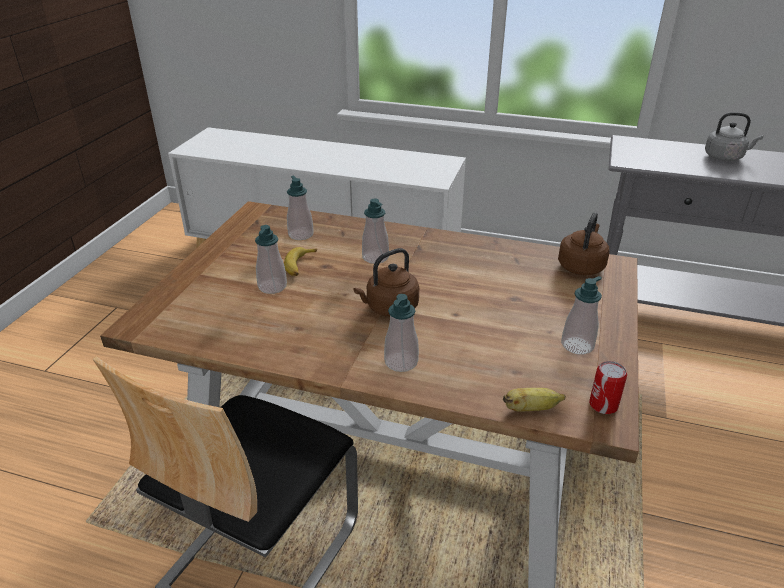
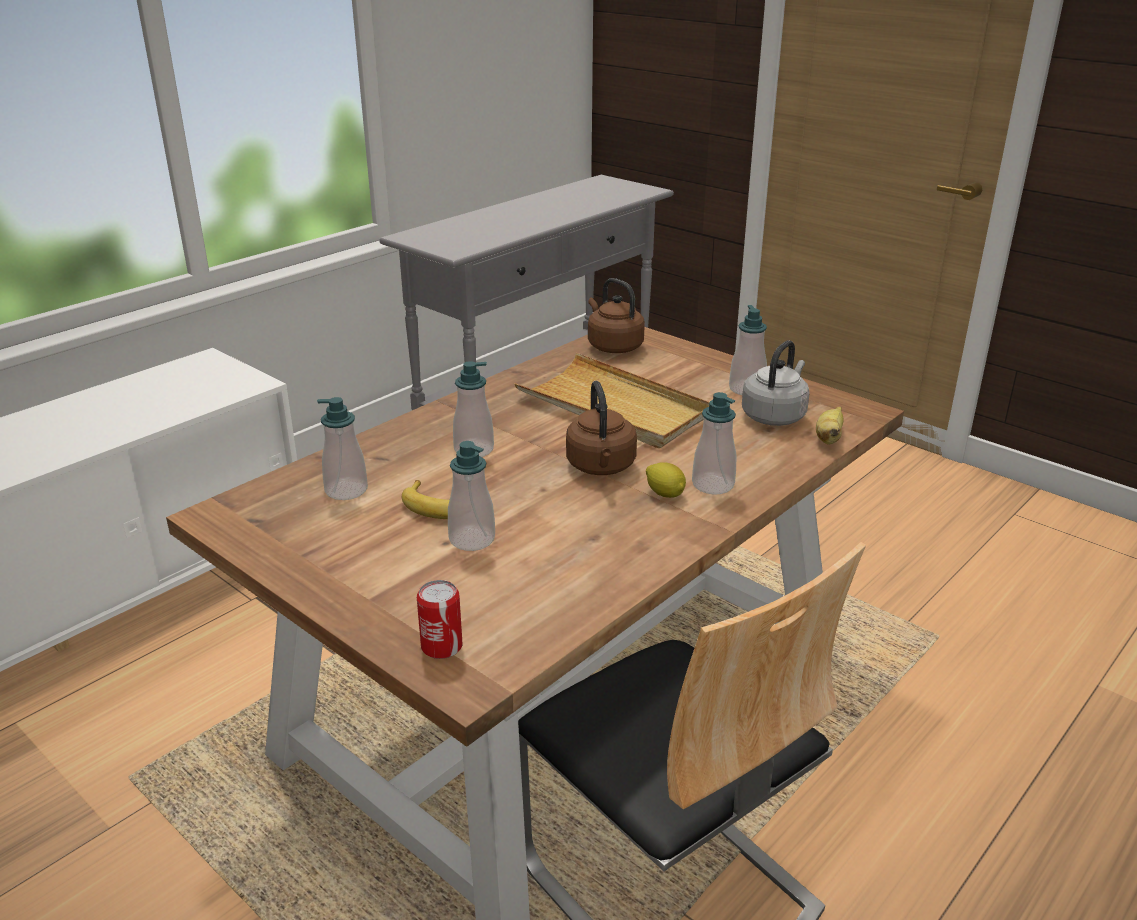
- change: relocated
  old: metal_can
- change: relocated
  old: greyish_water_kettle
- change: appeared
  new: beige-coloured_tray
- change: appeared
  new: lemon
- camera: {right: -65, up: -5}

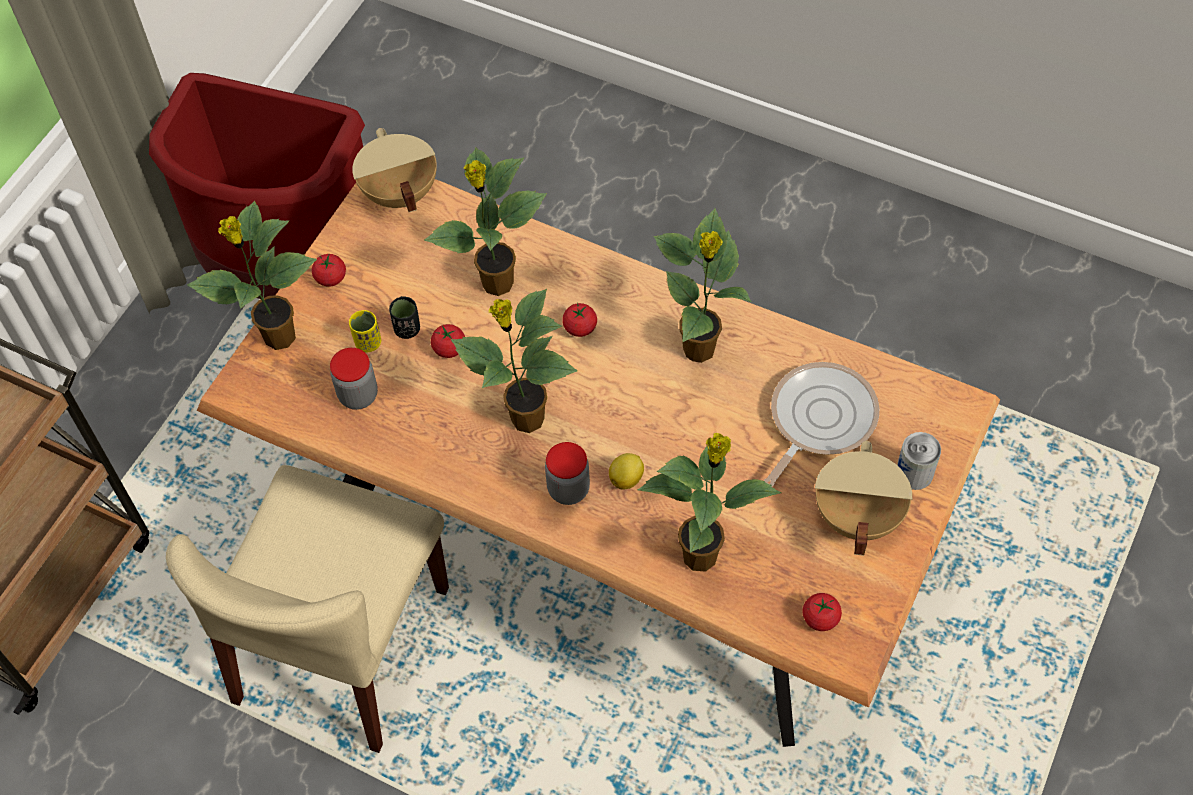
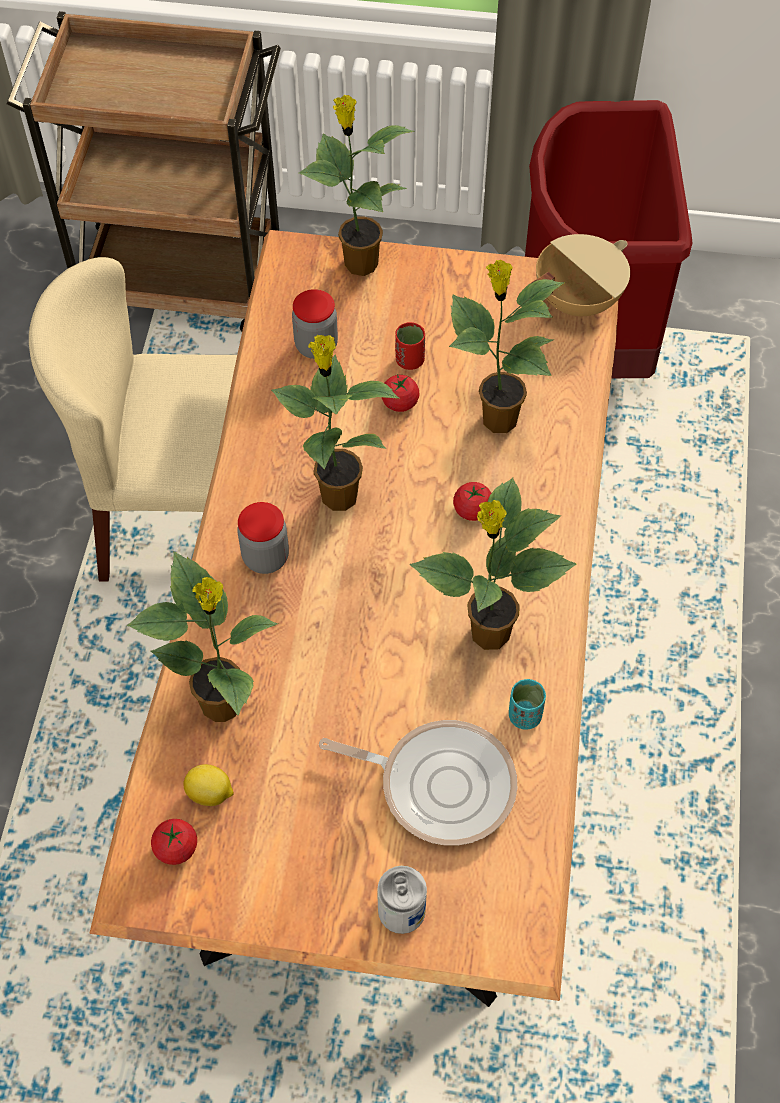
- change: missing
  old: fresh_tomato (no. 1 from left)
- change: missing
  old: yellow-coloured_small_cup
- change: colour
  old: black_small_cup
  new: reddish_small_cup
- change: relocated
  old: lemon
- change: missing
  old: beige-coloured_cooking_pot (no. 2 from left)
- change: appeared
  new: turquoise_small_cup
- camera: {right: 70, up: 0}

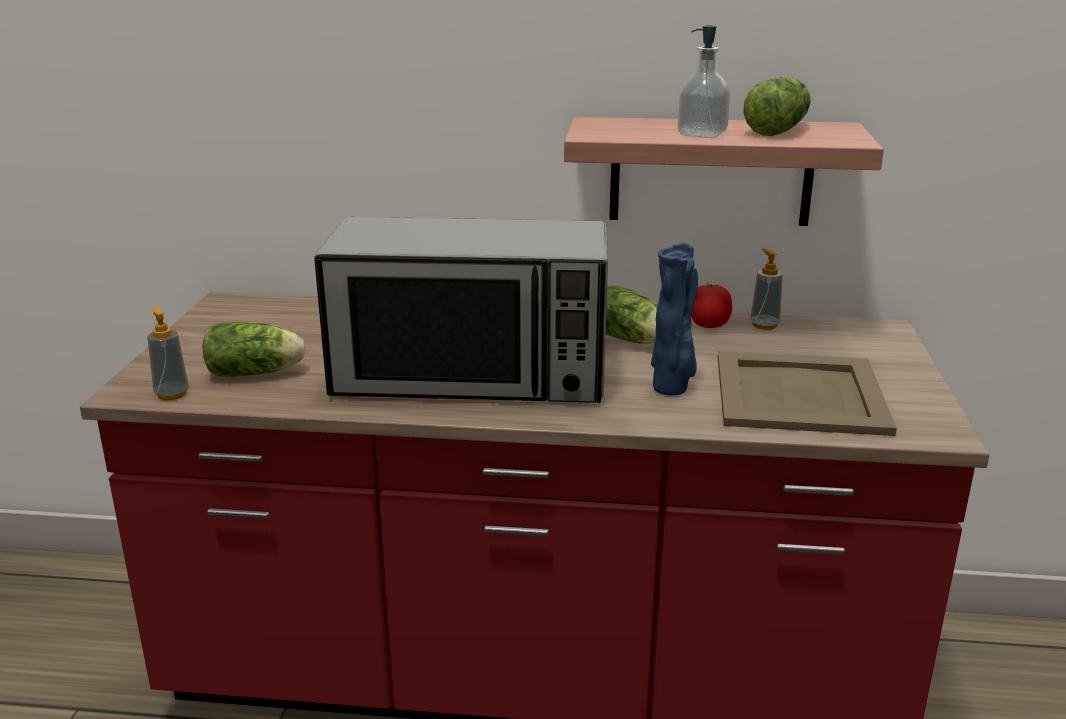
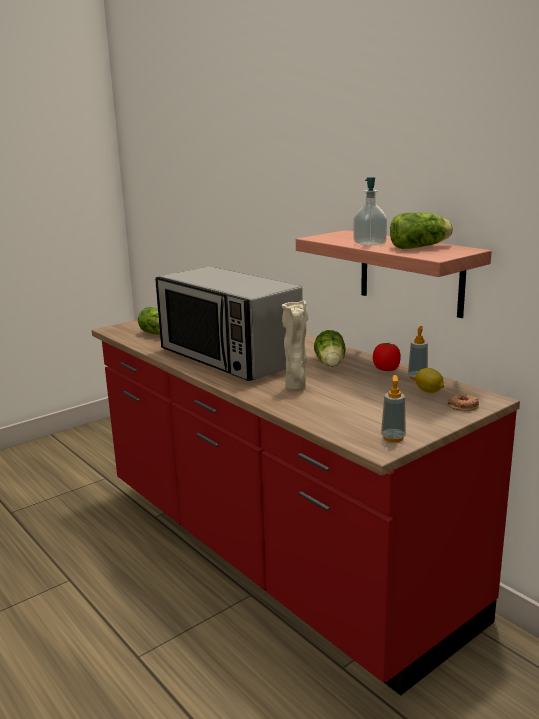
- change: relocated
  old: soap_dispenser (no. 1 from left in the first image)
  new: soap_dispenser (no. 2 from left)
- change: colour
  old: blue_decorative_vase
  new: beige-coloured_decorative_vase
- change: missing
  old: beige-coloured_tray
- change: appeared
  new: lemon
- change: appeared
  new: doughnut
- camera: {right: 45, up: -5}

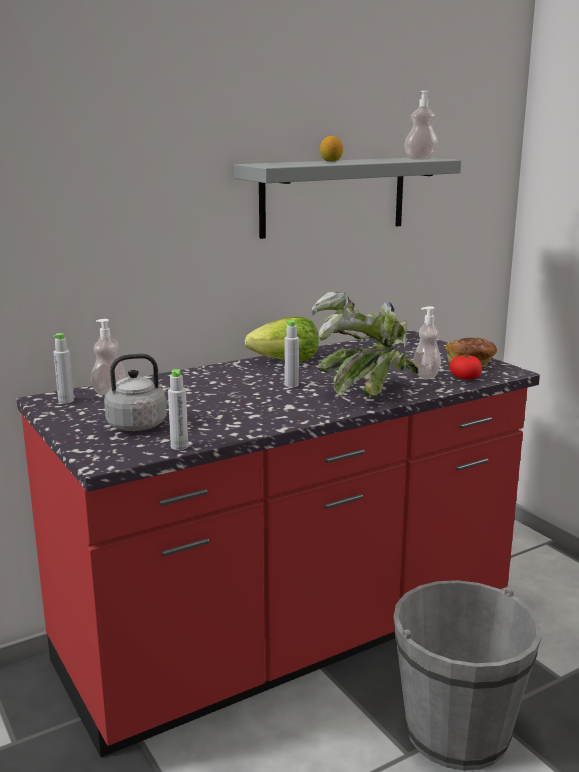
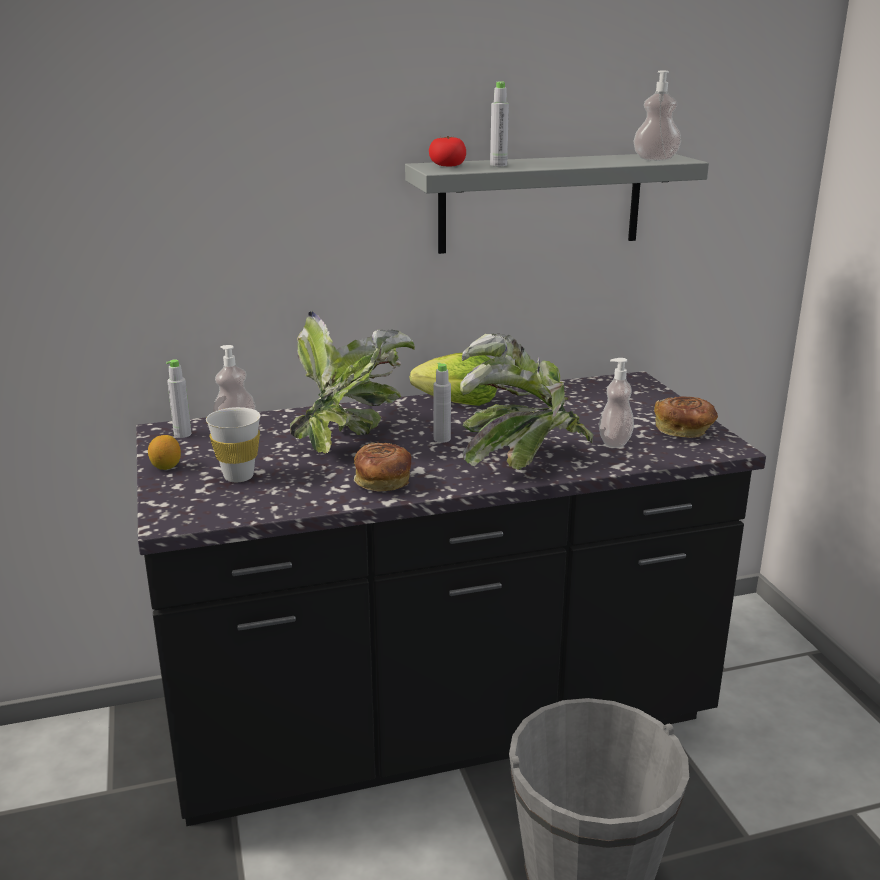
- change: colour
  old: reddish_kitchen_base_unit
  new: black_kitchen_base_unit
- change: exchanged
  old: greyish_water_kettle
  new: white_small_cup
- change: relocated
  old: greyish_drink_bottle (no. 2 from left in the first image)
  new: greyish_drink_bottle (no. 3 from left)
- change: relocated
  old: lemon
- change: relocated
  old: fresh_tomato
- change: appeared
  new: potted_plant (no. 1 from left)
- change: appeared
  new: bread (no. 1 from left)
- camera: {right: 15, up: 5}

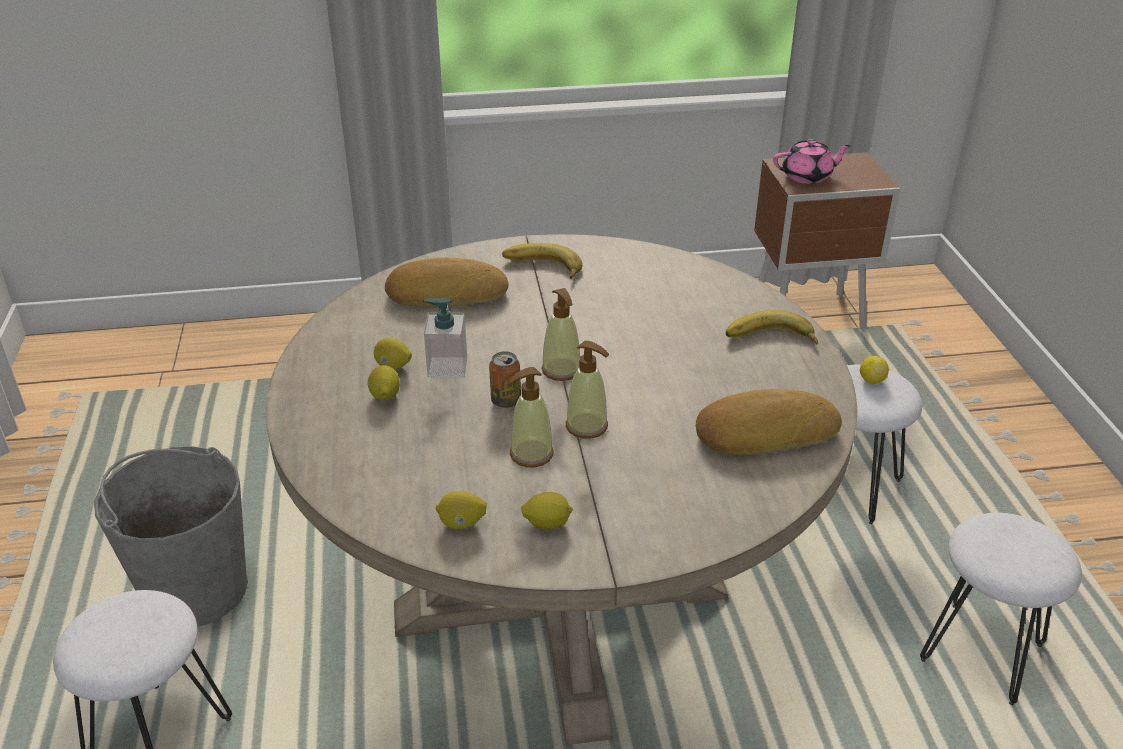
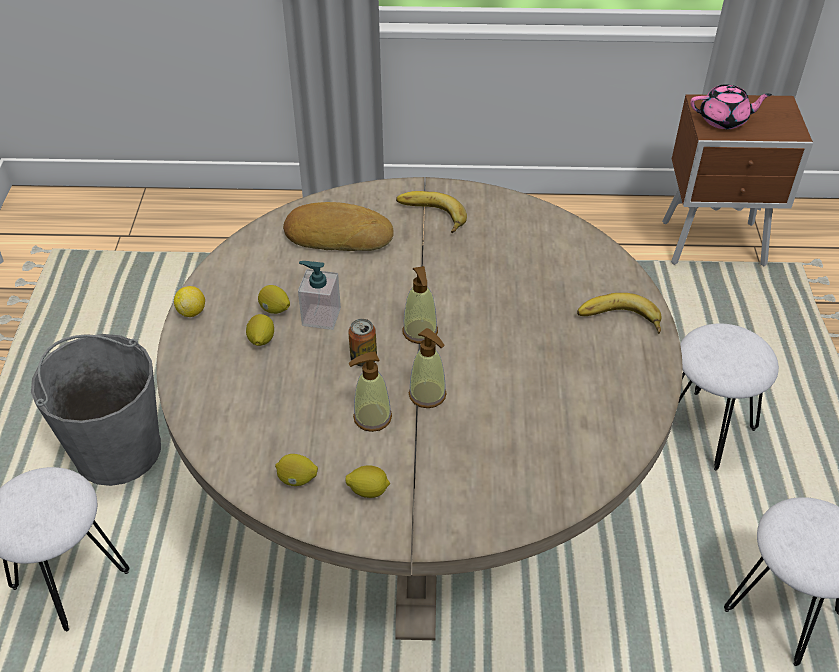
- change: missing
  old: bread (no. 2 from left)
- change: relocated
  old: lemon (no. 5 from left in the first image)
  new: lemon (no. 1 from left)
- camera: {right: 10, up: 10}

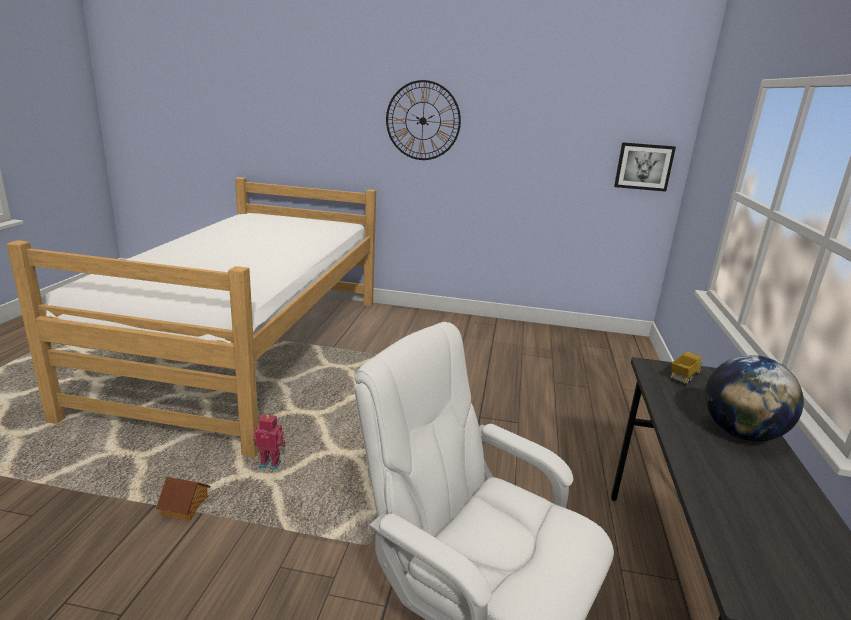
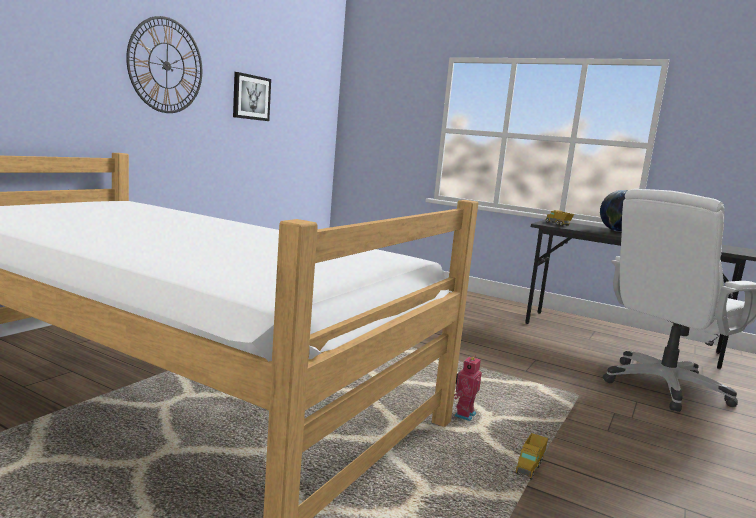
- change: exchanged
  old: miniature_house
  new: toy_truck (no. 1 from left)
- change: relocated
  old: picture
- camera: {right: -70, up: -10}

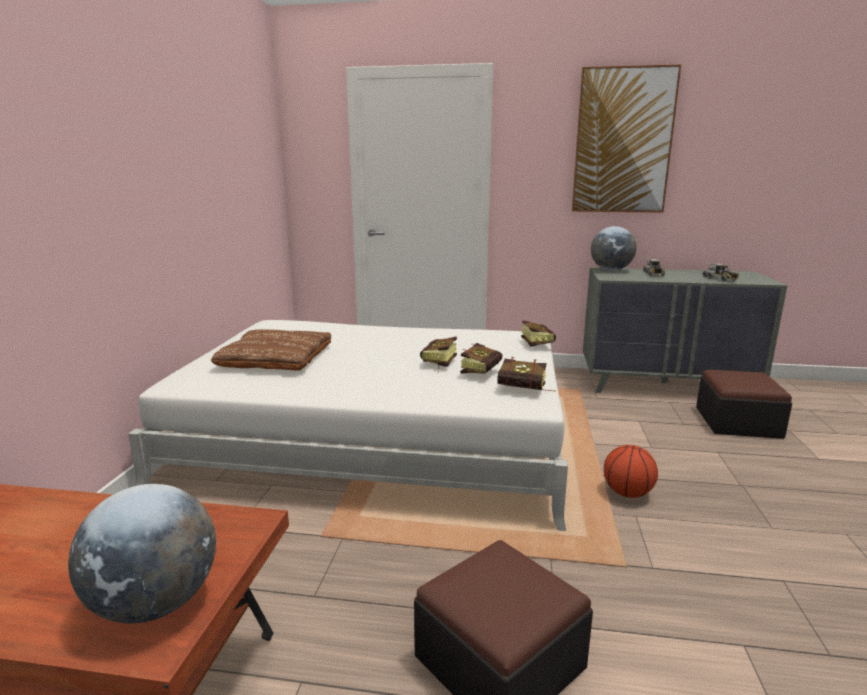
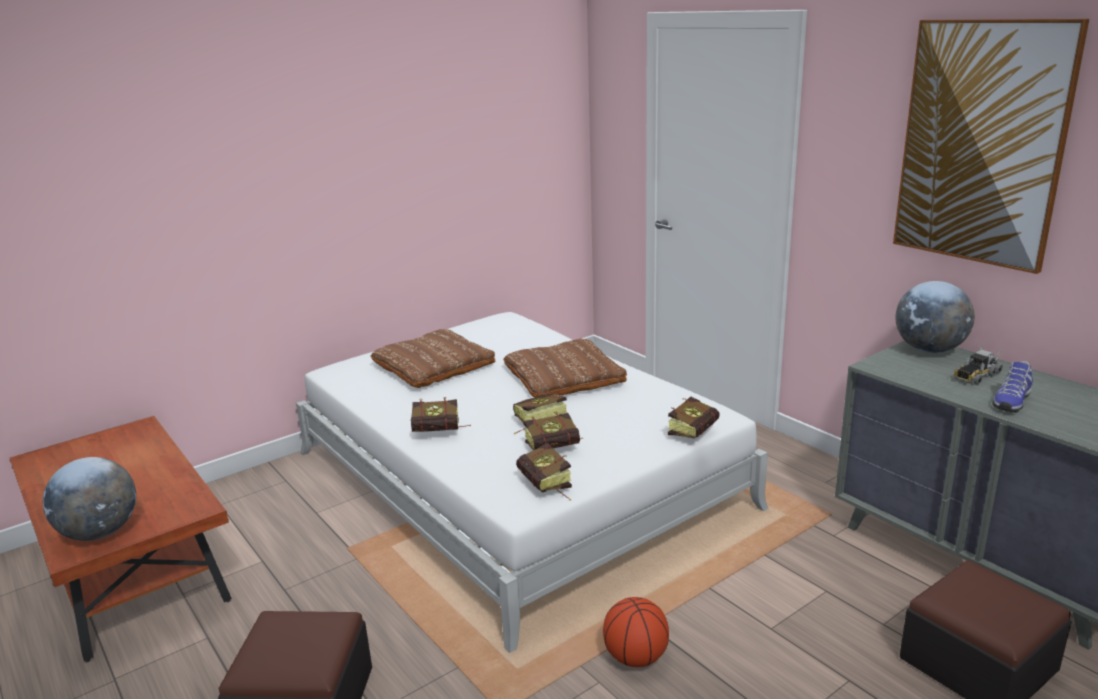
- change: missing
  old: toy_truck (no. 2 from left)
- change: appeared
  new: bound_book (no. 1 from left)
- change: appeared
  new: brownish_throw_pillow (no. 2 from left)
- change: appeared
  new: shoe
- camera: {right: 45, up: 5}

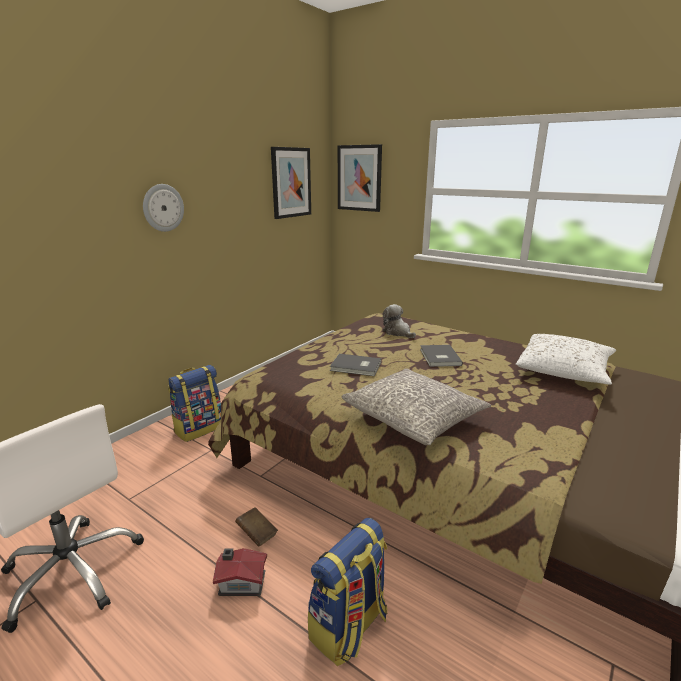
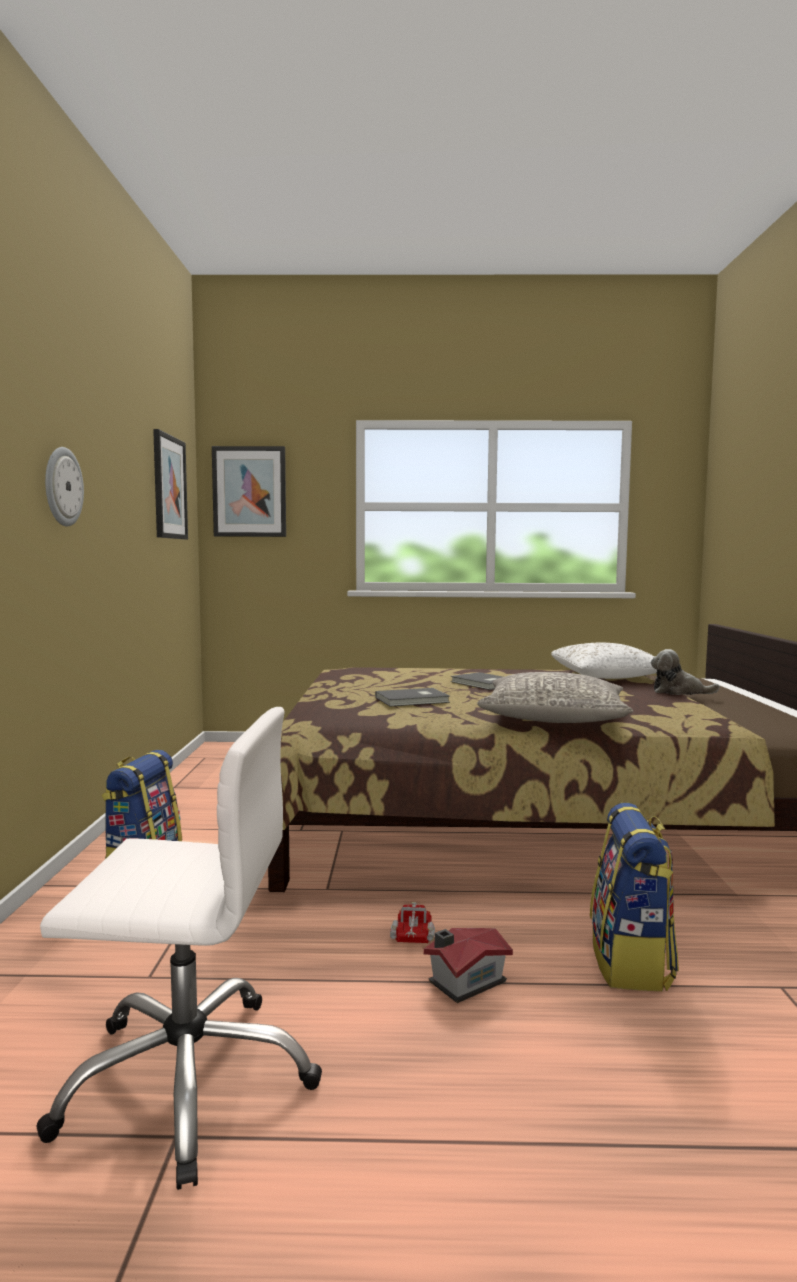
- change: exchanged
  old: brownish_bound_book
  new: toy_truck
- change: relocated
  old: soft_toy
- camera: {right: -35, up: -15}

